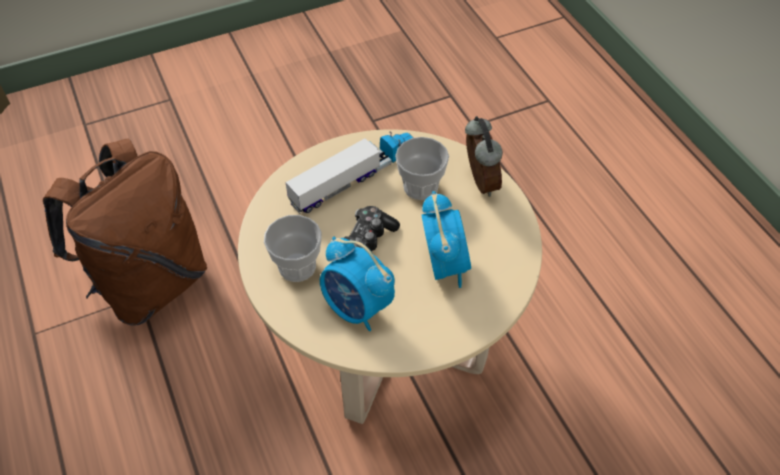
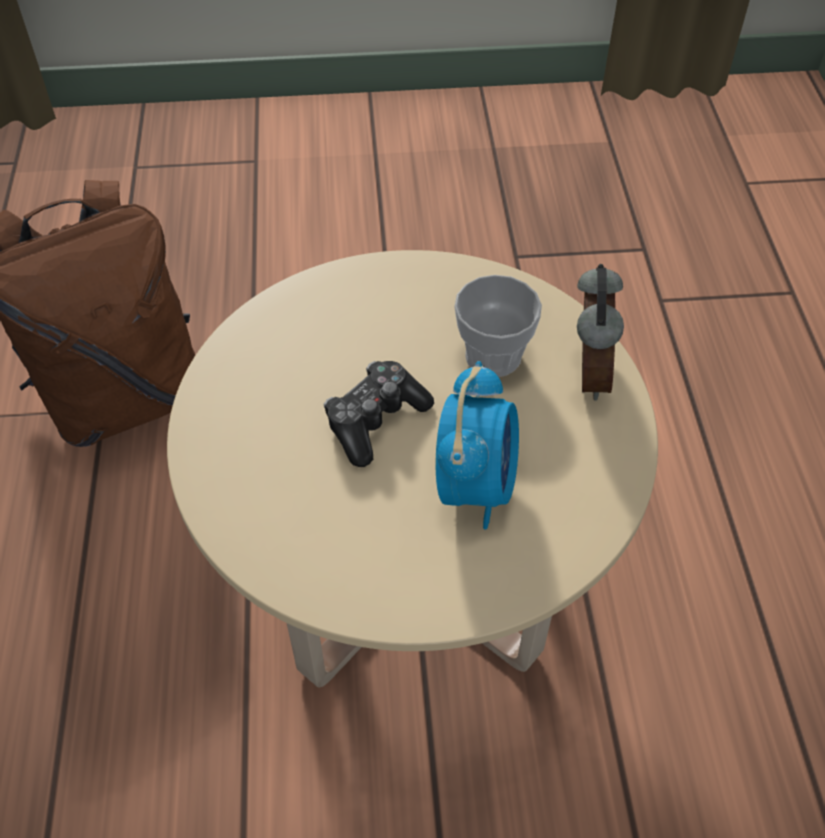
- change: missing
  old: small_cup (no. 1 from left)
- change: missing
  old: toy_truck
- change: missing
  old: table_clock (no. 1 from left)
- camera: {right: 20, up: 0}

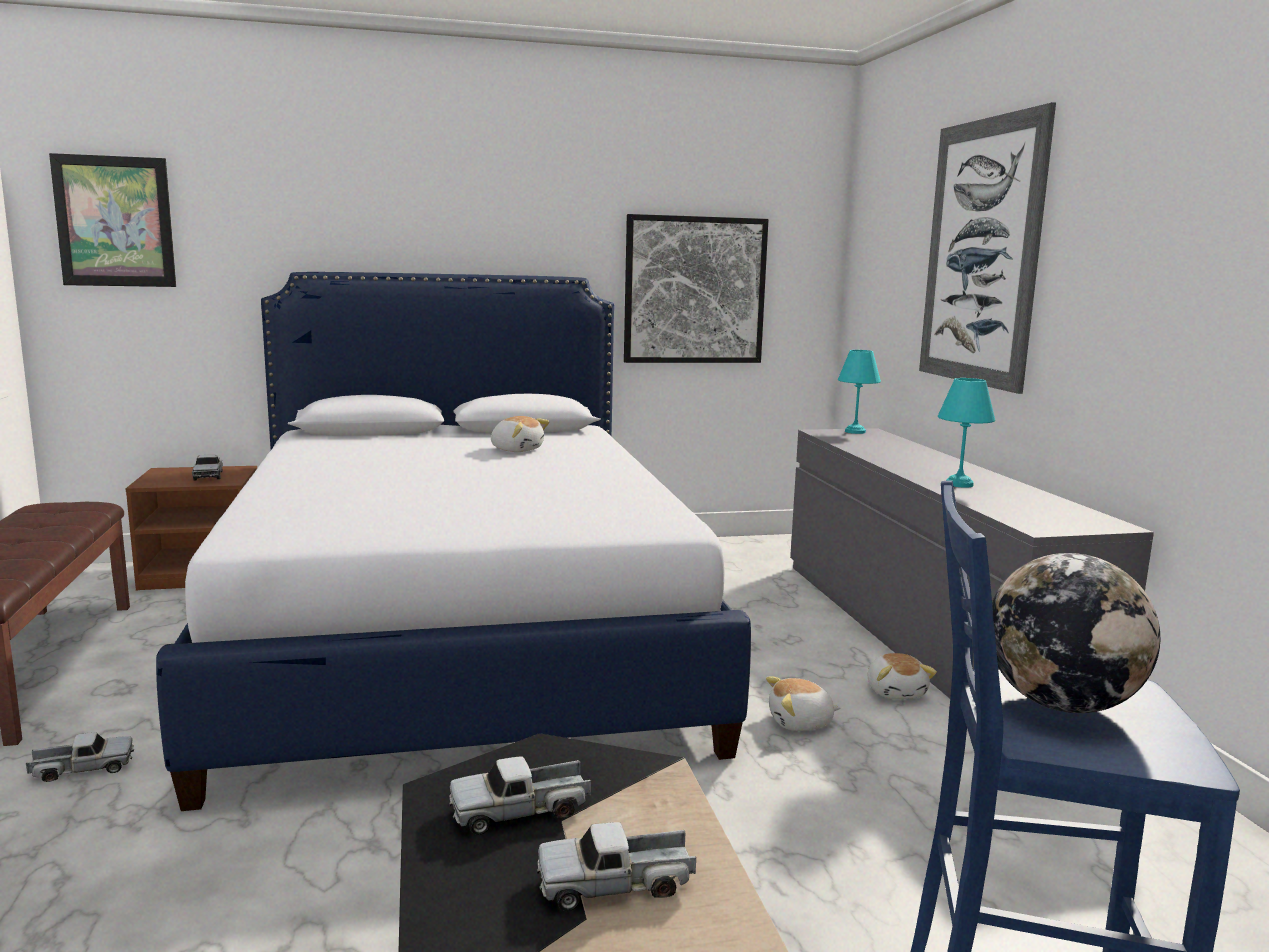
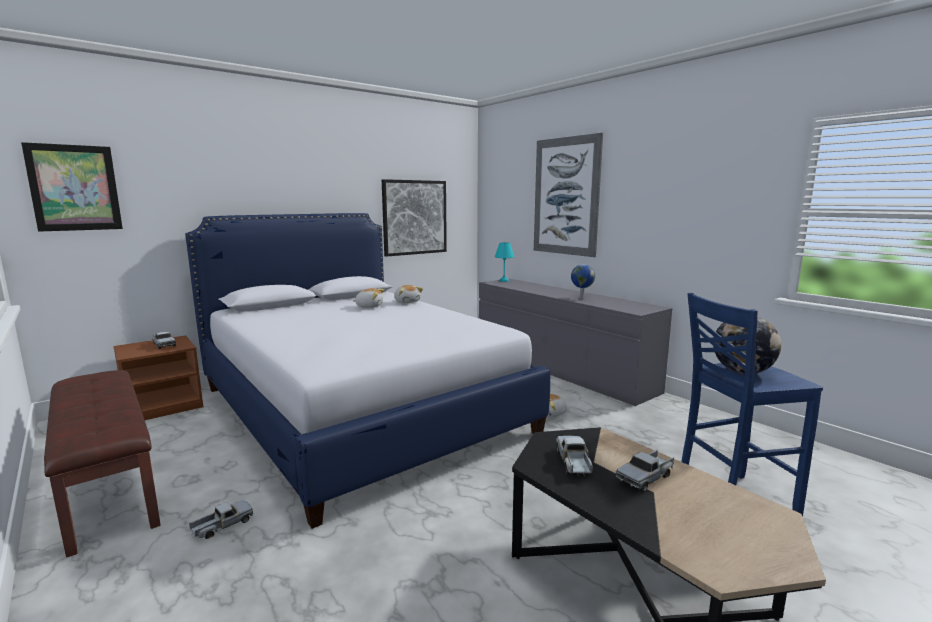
- change: spun
  old: toy_truck (no. 3 from left)
  degrees: 135
- change: relocated
  old: soft_toy (no. 3 from left in the first image)
  new: soft_toy (no. 2 from left)
- change: exchanged
  old: turquoise_tabletop_lamp (no. 2 from left)
  new: world_globe (no. 1 from left)
- camera: {right: -25, up: 0}

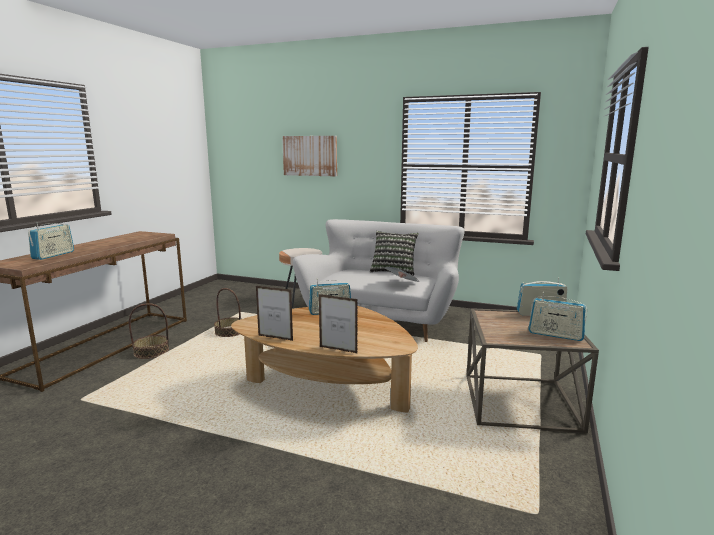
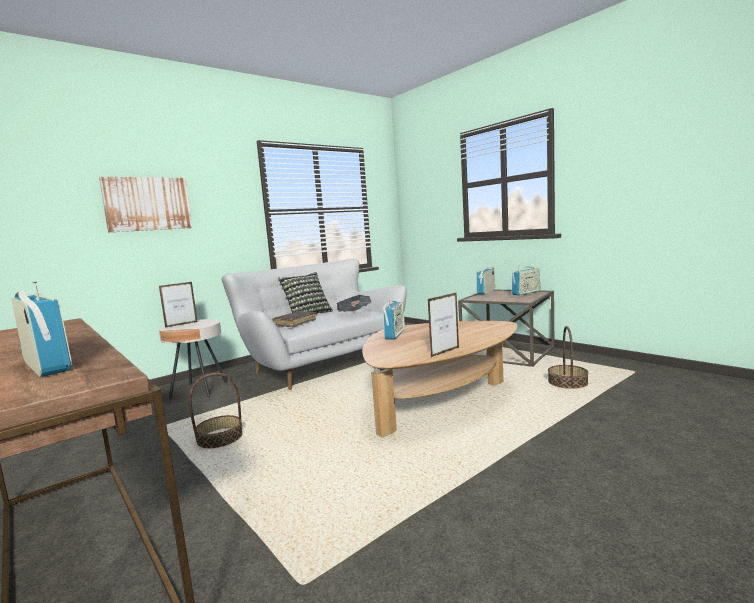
- change: relocated
  old: storage_basket (no. 1 from left in the first image)
  new: storage_basket (no. 2 from left)
- change: relocated
  old: standing_frame (no. 2 from left in the first image)
  new: standing_frame (no. 1 from left)
- change: appeared
  new: brownish_bound_book
- camera: {right: -60, up: -5}

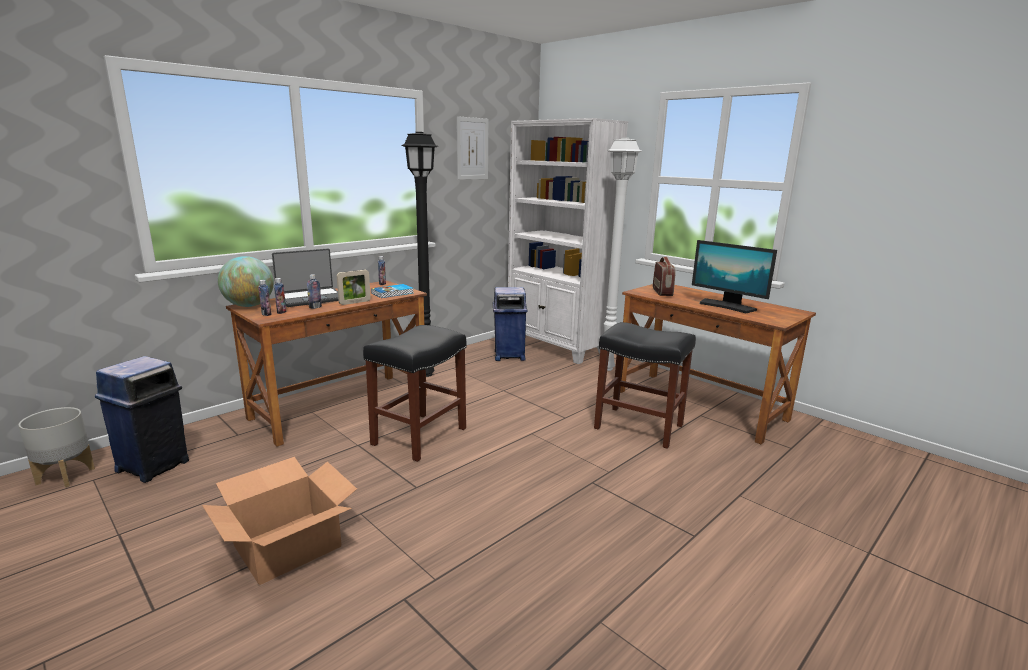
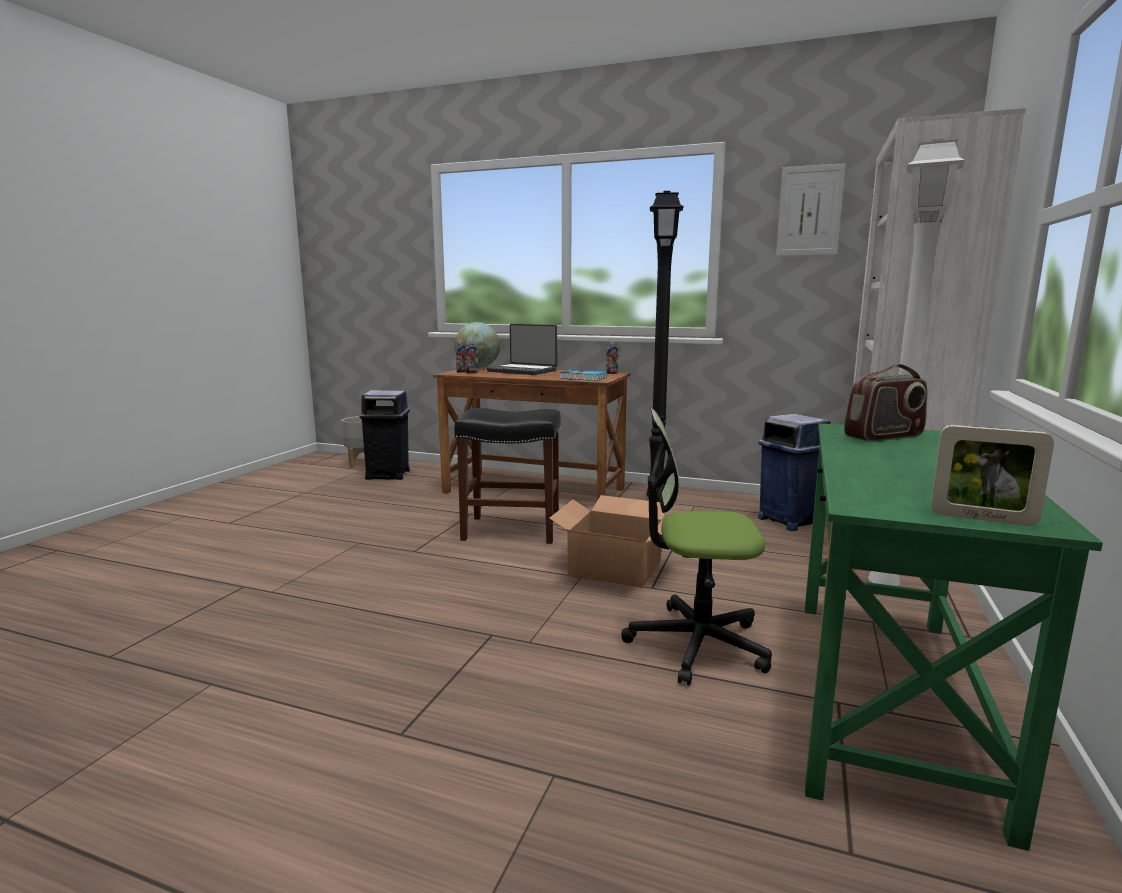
- change: relocated
  old: packing_box
- change: missing
  old: drink_bottle (no. 3 from left)
- change: relocated
  old: standing_frame
- change: exchanged
  old: black_sitting_stool (no. 2 from left)
  new: computer_chair
- change: colour
  old: brownish_desk (no. 2 from left)
  new: green_desk
- change: missing
  old: computer_display
- camera: {right: 65, up: -5}

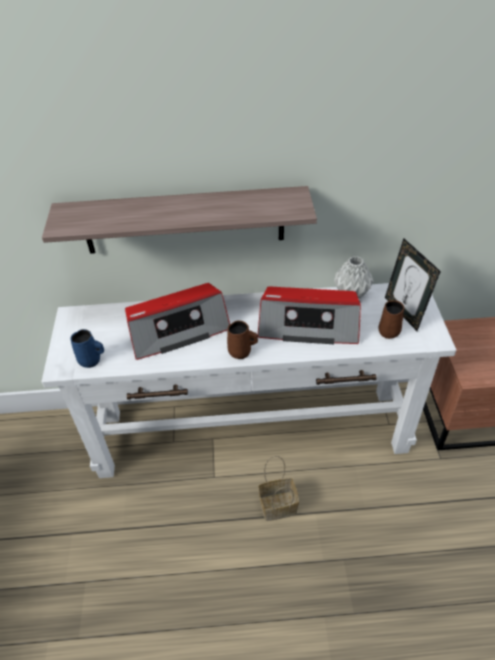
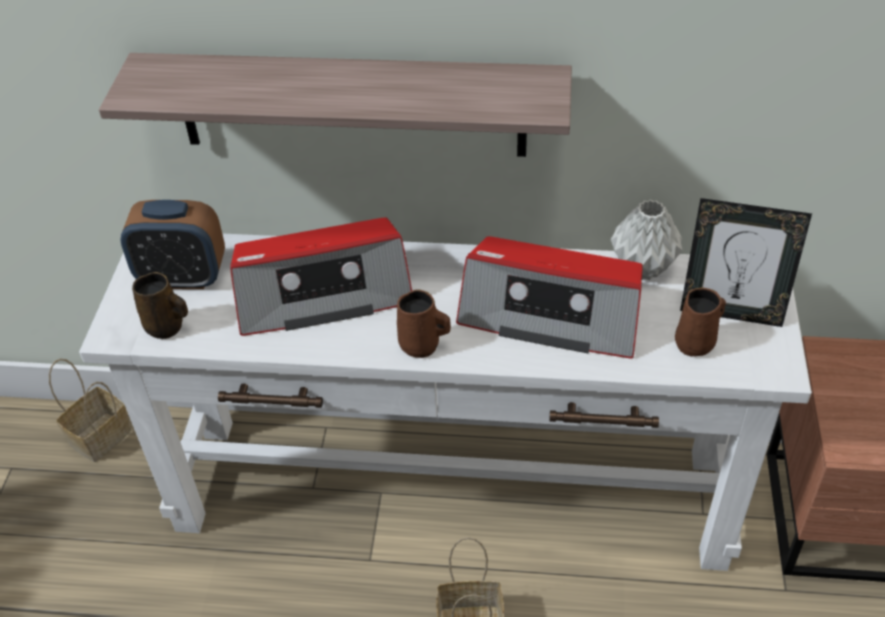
- change: colour
  old: blue_tea_mug
  new: brownish_tea_mug (no. 1 from left)
- change: spun
  old: standing_frame
  degrees: -60
- change: appeared
  new: storage_basket (no. 1 from left)
- change: appeared
  new: table_clock
- camera: {right: 10, up: 0}

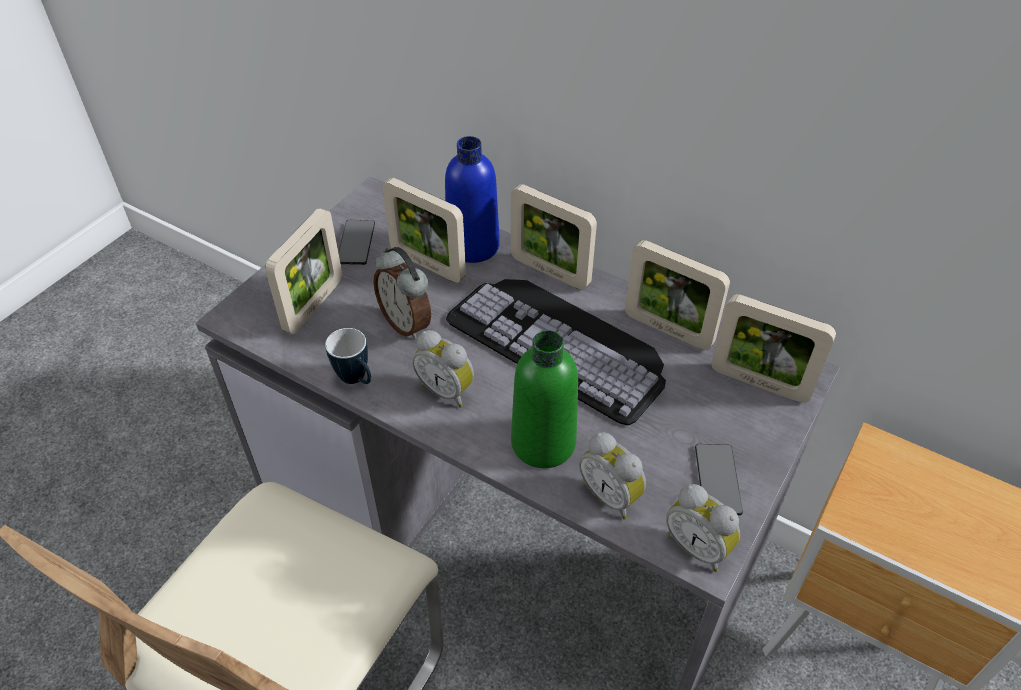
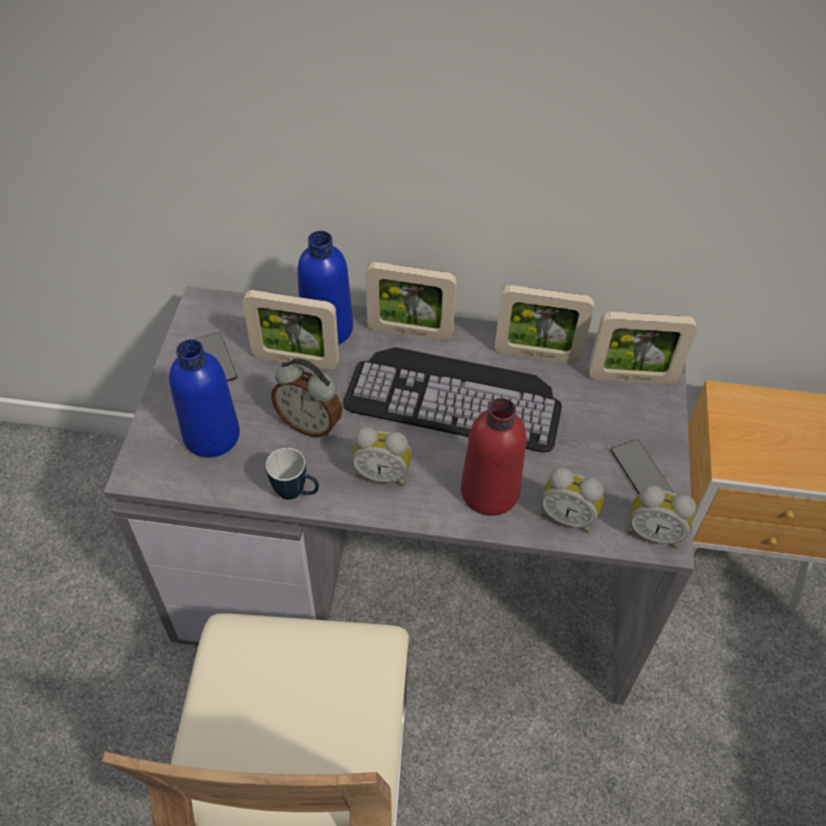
- change: exchanged
  old: standing_frame (no. 1 from left)
  new: blue_drink_bottle (no. 1 from left)
- change: colour
  old: green_drink_bottle
  new: reddish_drink_bottle
- camera: {right: -25, up: 5}

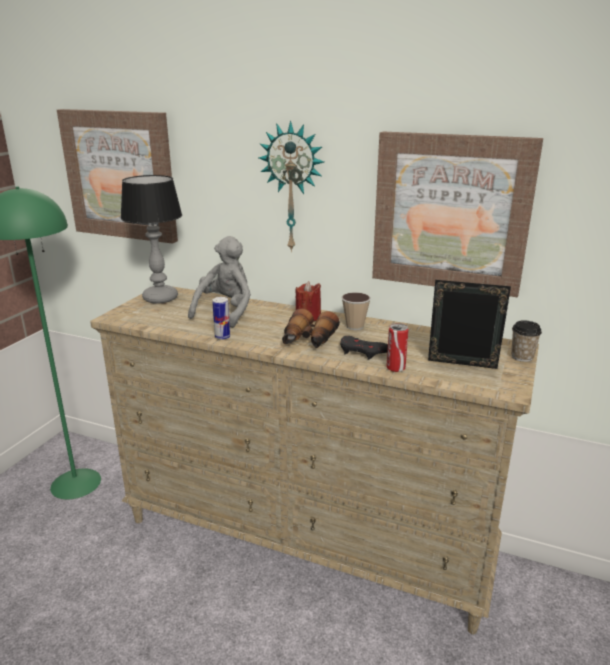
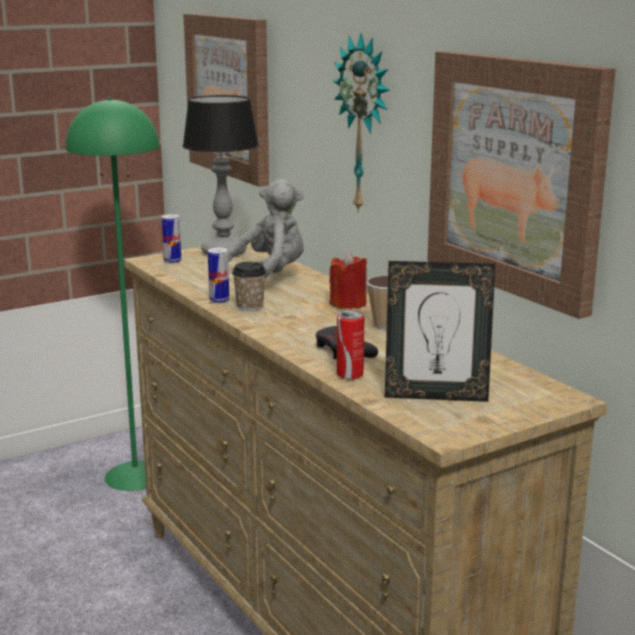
- change: missing
  old: pair_of_binoculars
- change: spun
  old: standing_frame
  degrees: 135
- change: relocated
  old: small_cup (no. 2 from left in the first image)
  new: small_cup (no. 1 from left)
- change: appeared
  new: metal_can (no. 1 from left)
- camera: {right: 35, up: -5}

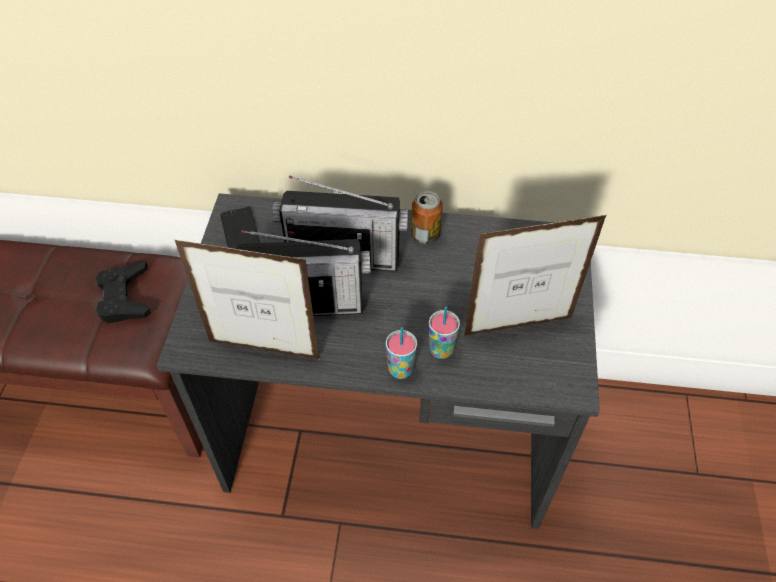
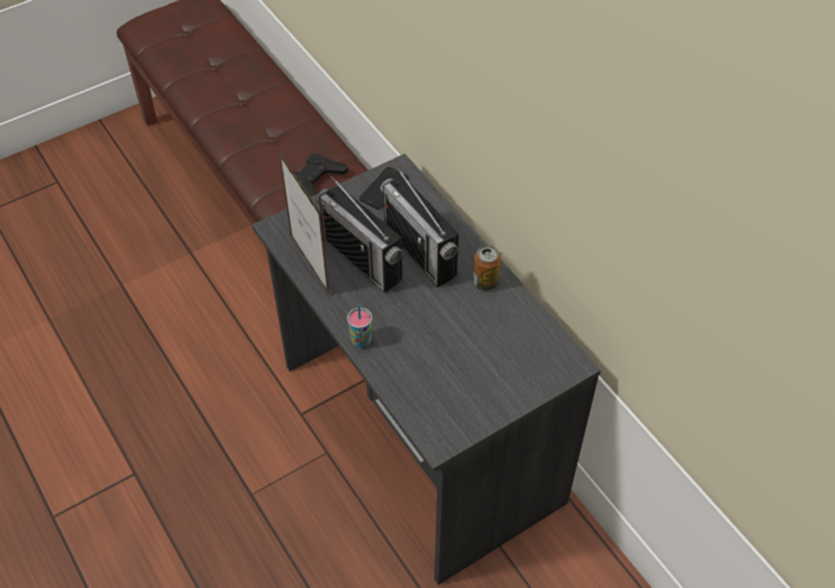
- change: missing
  old: small_cup (no. 2 from left)
- change: missing
  old: standing_frame (no. 2 from left)
- camera: {right: 50, up: 0}

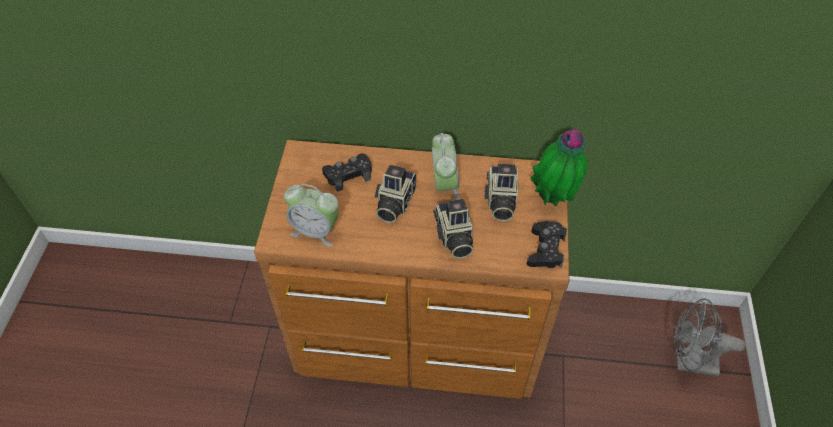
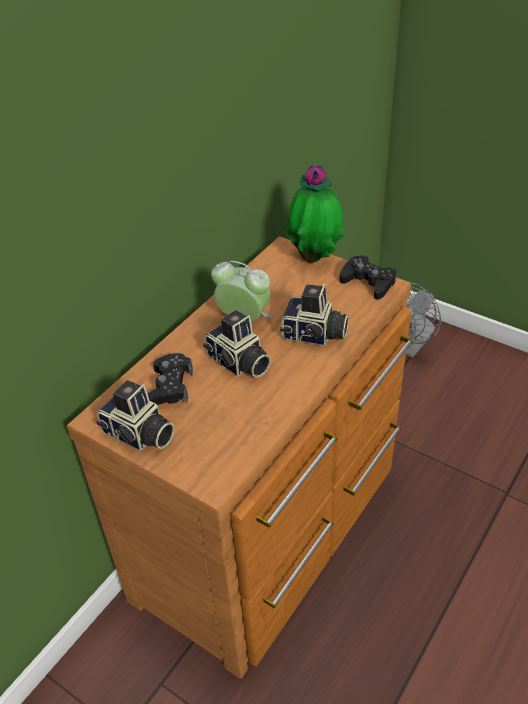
- change: missing
  old: table_clock (no. 1 from left)
- change: relocated
  old: photo_camera (no. 3 from left in the first image)
  new: photo_camera (no. 1 from left)
- camera: {right: -60, up: -10}

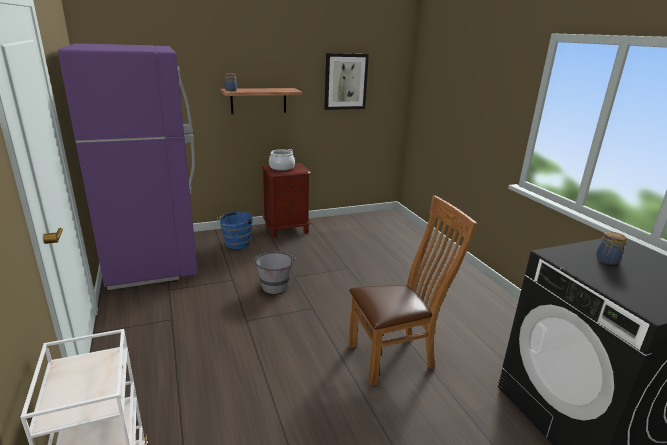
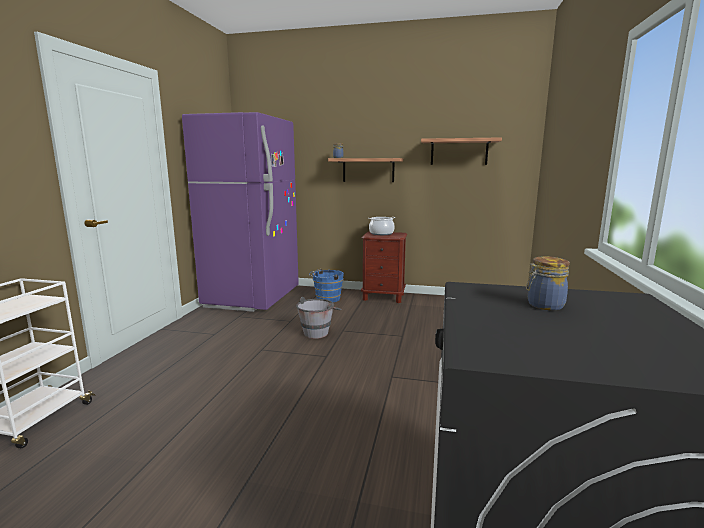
- change: exchanged
  old: picture
  new: wall_shelf (no. 2 from left)
- change: missing
  old: brownish_chair
- camera: {right: 35, up: -10}

